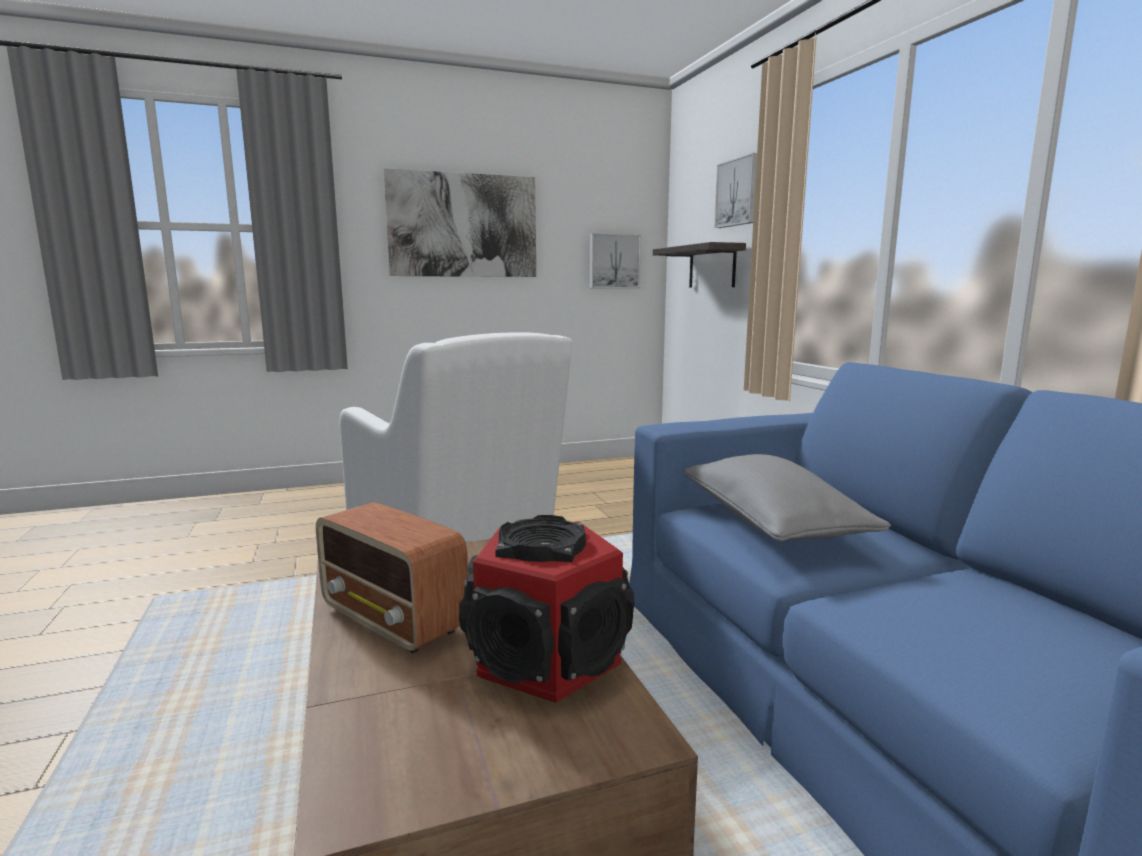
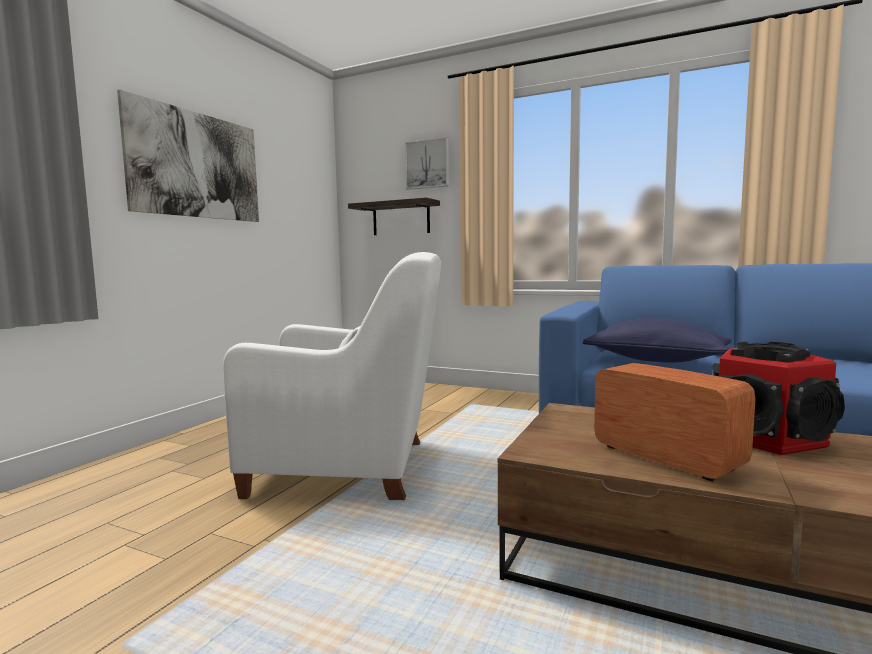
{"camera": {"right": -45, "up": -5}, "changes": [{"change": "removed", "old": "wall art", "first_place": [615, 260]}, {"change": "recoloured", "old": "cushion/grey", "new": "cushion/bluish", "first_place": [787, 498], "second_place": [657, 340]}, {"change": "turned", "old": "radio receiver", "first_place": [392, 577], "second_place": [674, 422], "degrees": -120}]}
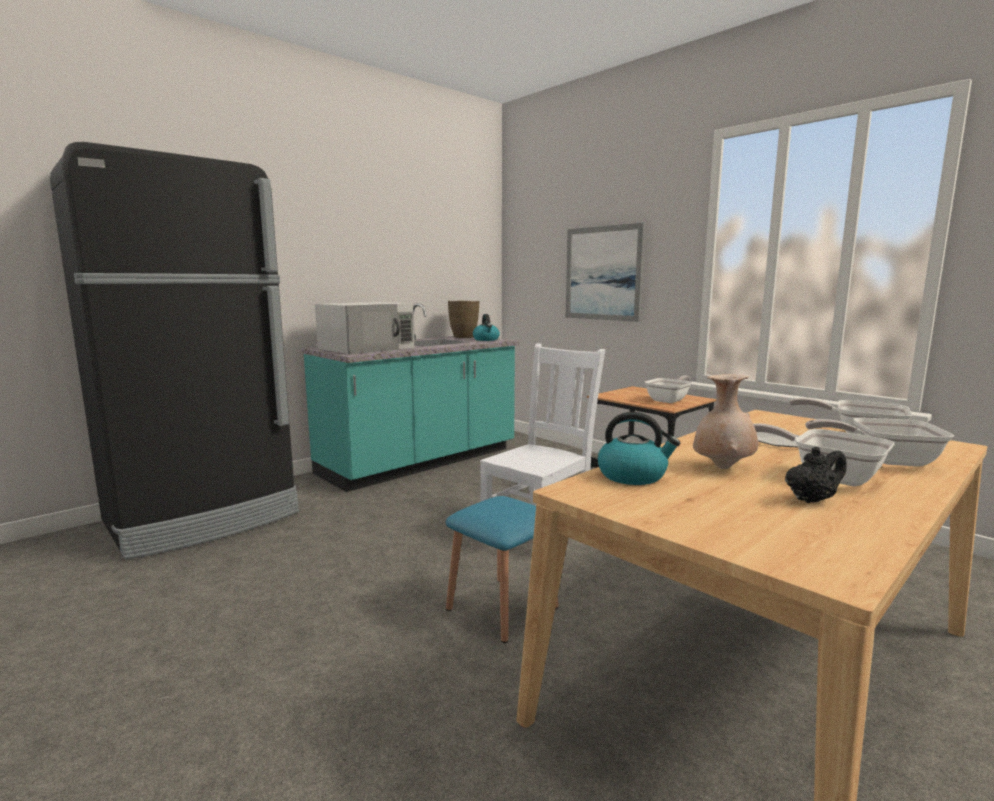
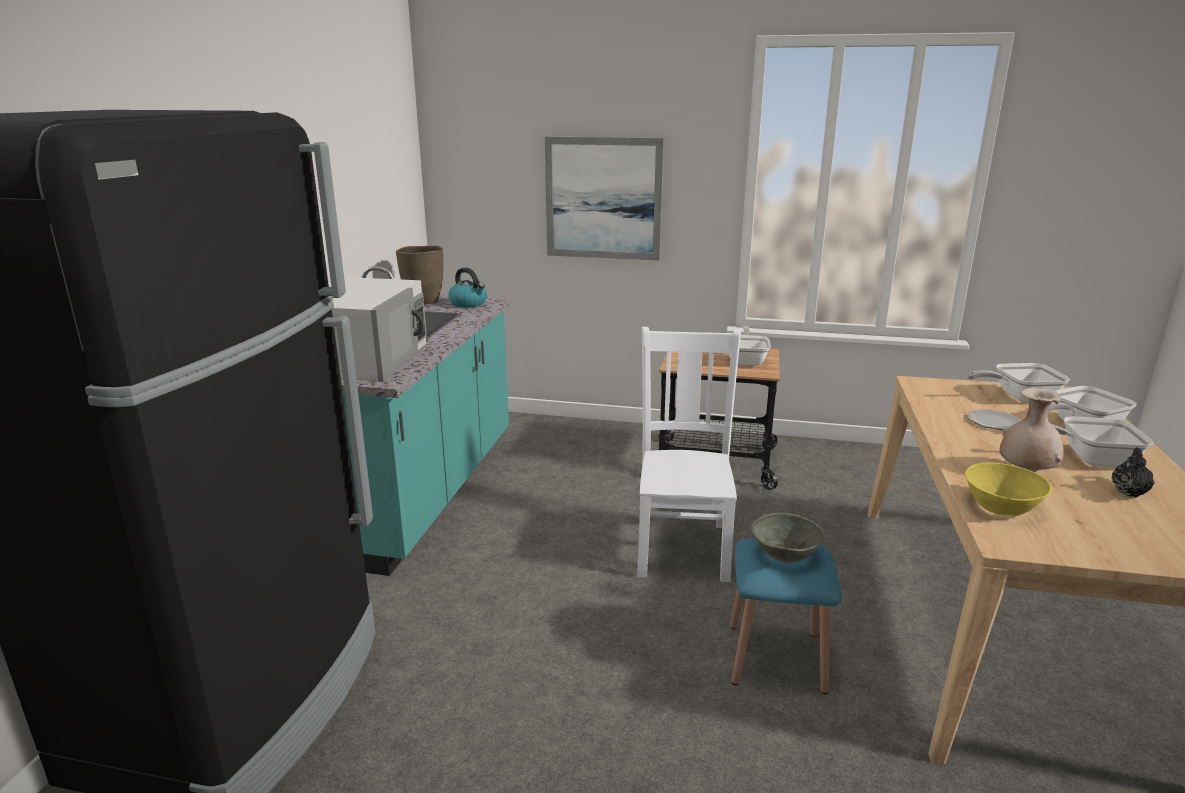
{"camera": {"right": -35, "up": 10}, "changes": [{"change": "added", "new": "bowl/grey", "second_place": [788, 538]}, {"change": "replaced", "old": "water kettle", "new": "bowl/yellowish", "first_place": [639, 448], "second_place": [1008, 489]}]}
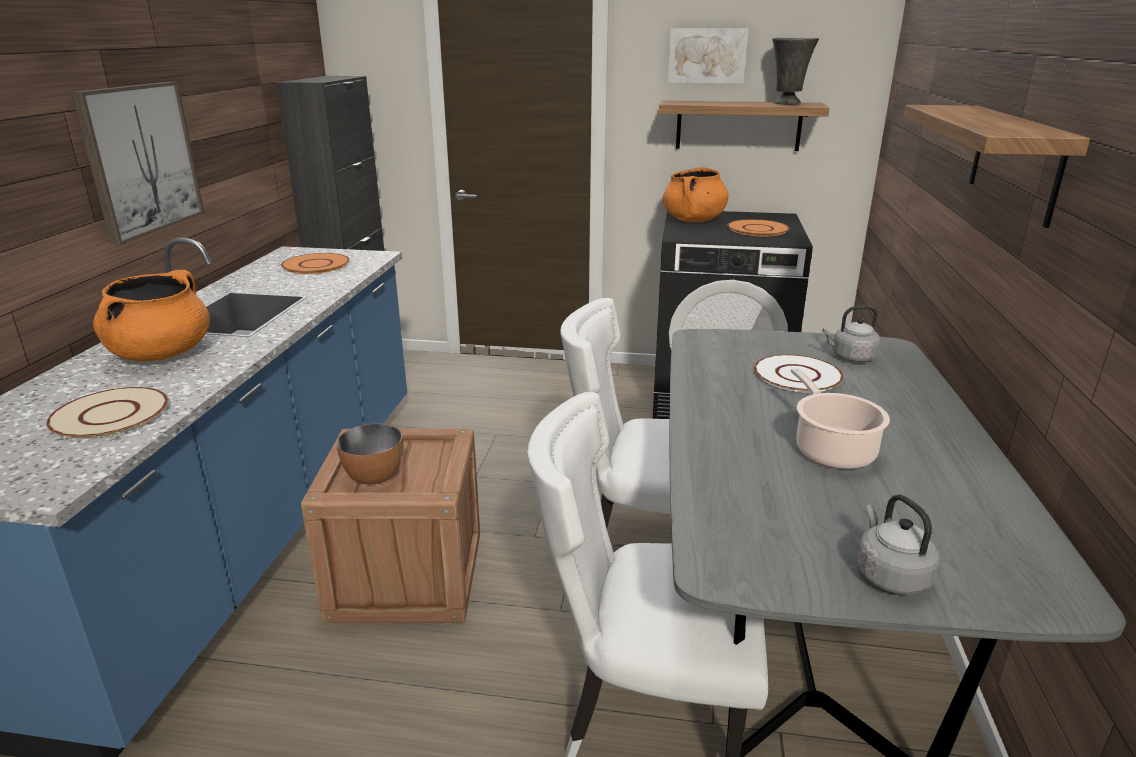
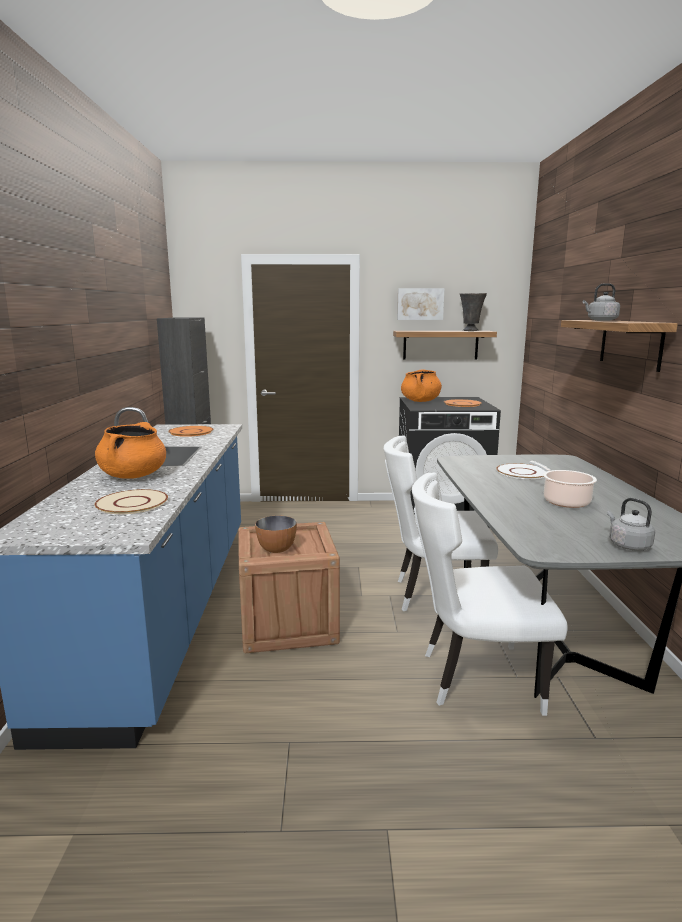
{"camera": {"right": -10, "up": -10}, "changes": [{"change": "removed", "old": "wall art", "first_place": [137, 163]}, {"change": "moved", "old": "water kettle/grey", "first_place": [851, 334], "second_place": [601, 302]}]}
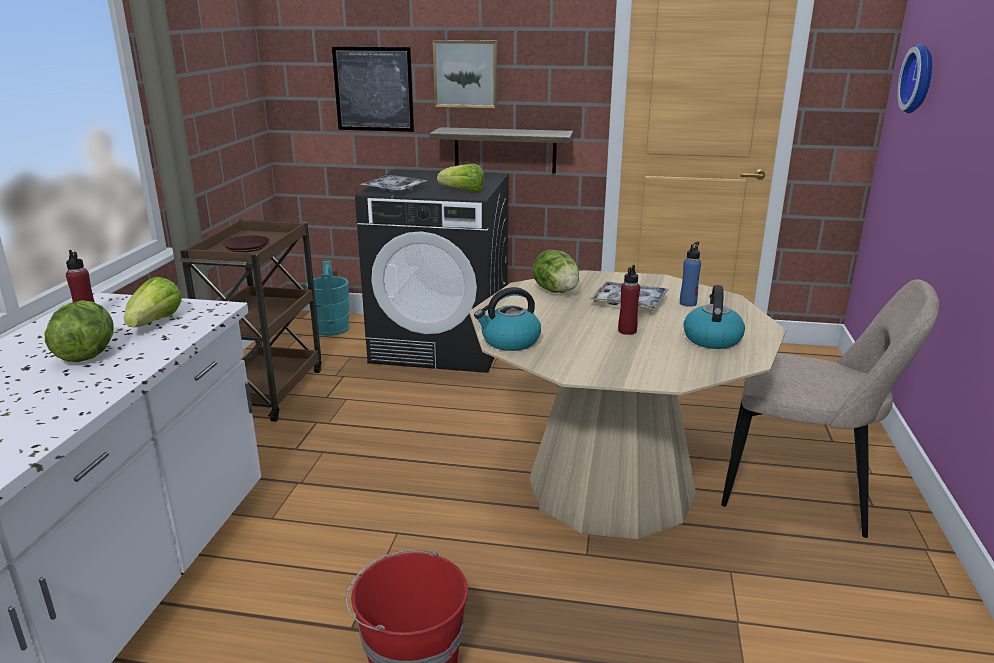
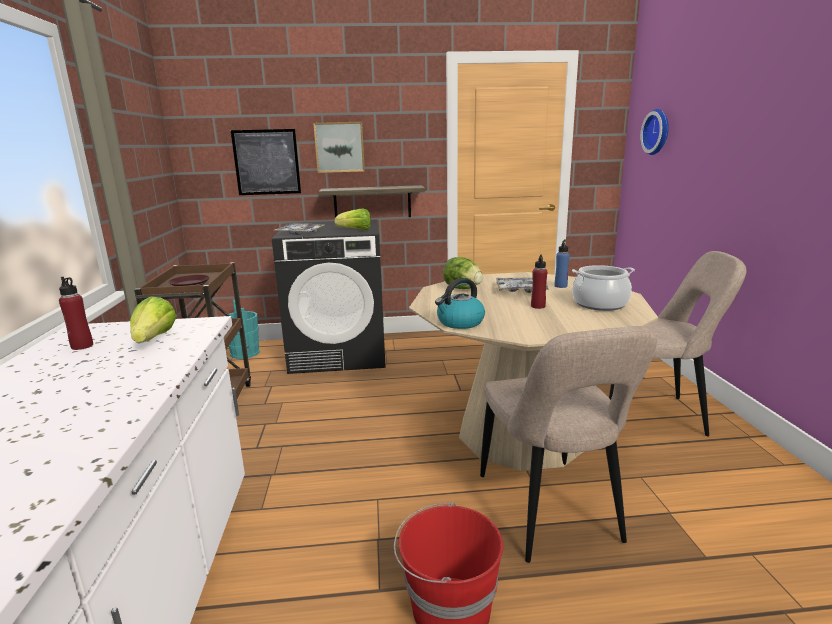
{"camera": {"right": -15, "up": -5}, "changes": [{"change": "removed", "old": "lettuce", "first_place": [79, 331]}, {"change": "added", "new": "upright chair/beige", "second_place": [568, 444]}, {"change": "replaced", "old": "water kettle", "new": "saucepot", "first_place": [714, 317], "second_place": [603, 288]}]}
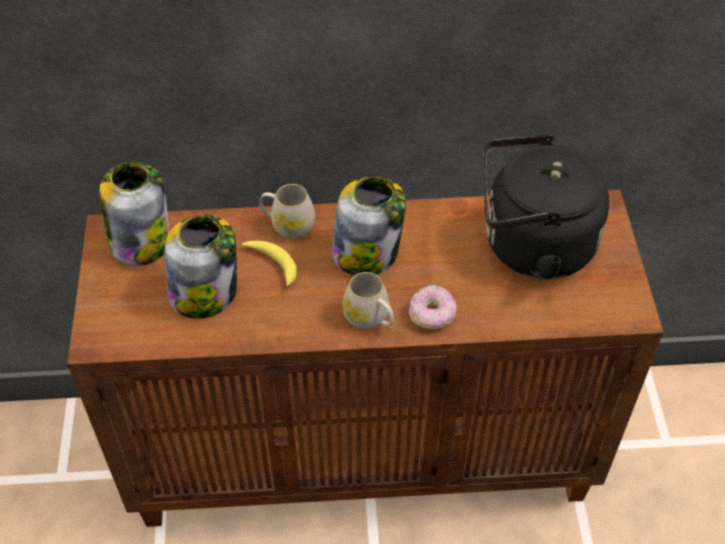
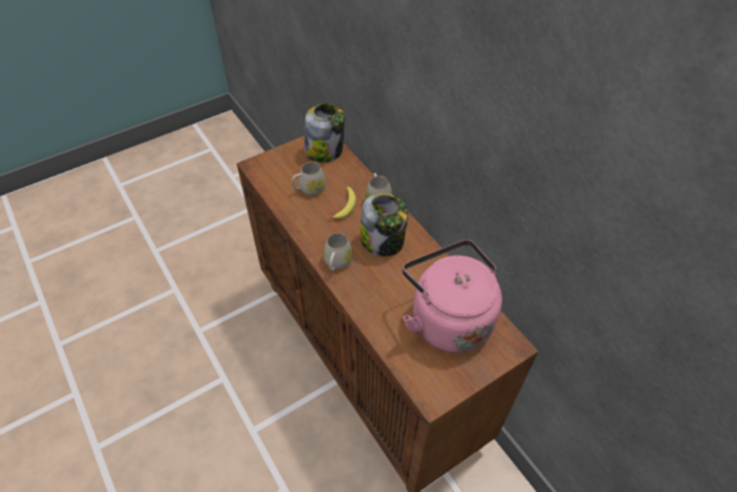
{"camera": {"right": 60, "up": 0}, "changes": [{"change": "removed", "old": "doughnut", "first_place": [433, 306]}, {"change": "replaced", "old": "jar", "new": "mug/whitish", "first_place": [200, 267], "second_place": [309, 178]}, {"change": "recoloured", "old": "water kettle/blackish", "new": "water kettle/pinkish", "first_place": [547, 207], "second_place": [452, 296]}]}
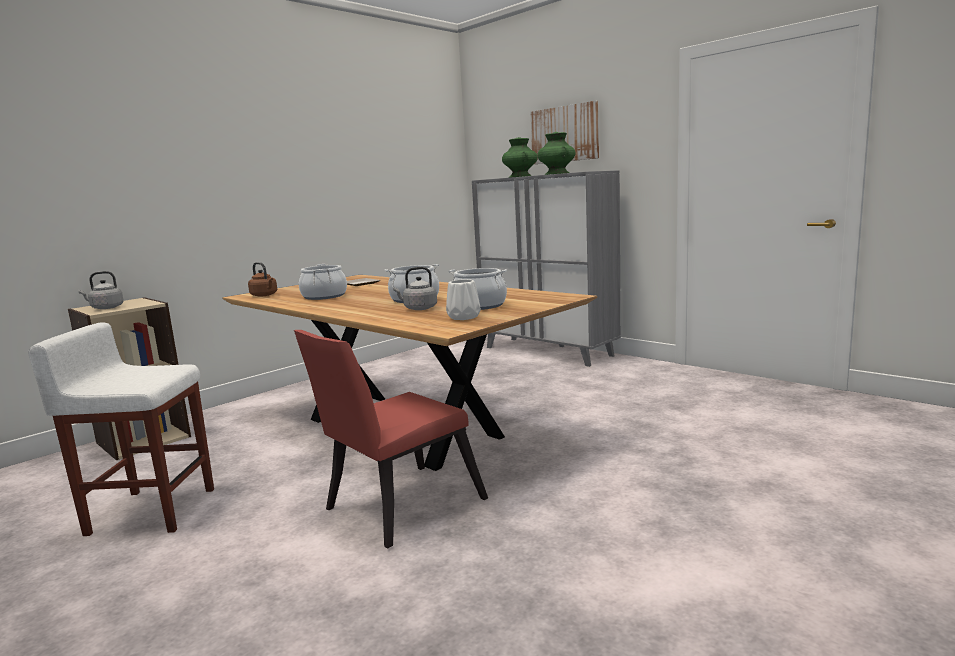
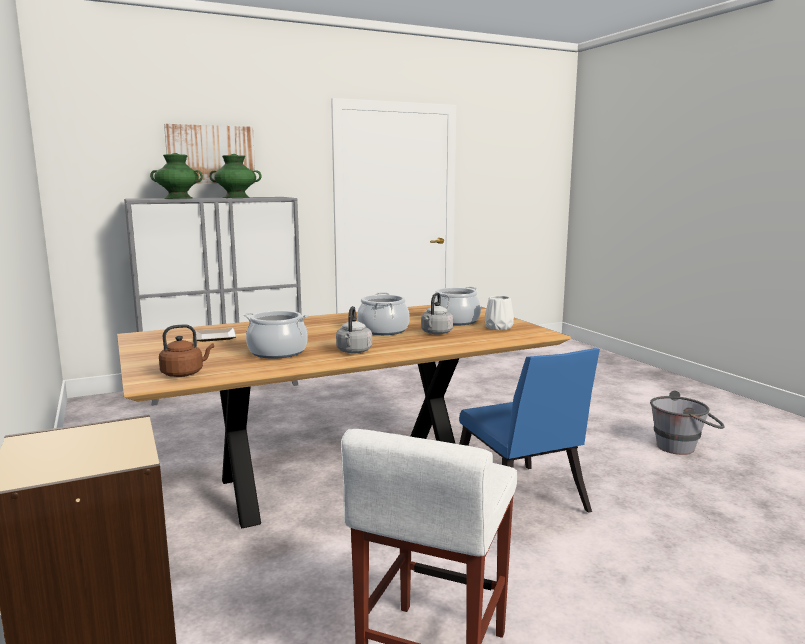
{"camera": {"right": -70, "up": 0}, "changes": [{"change": "added", "new": "pail/grey", "second_place": [687, 423]}, {"change": "moved", "old": "water kettle/grey", "first_place": [101, 290], "second_place": [354, 330]}, {"change": "recoloured", "old": "upright chair/red-coloured", "new": "upright chair/bluish", "first_place": [391, 439], "second_place": [529, 430]}]}
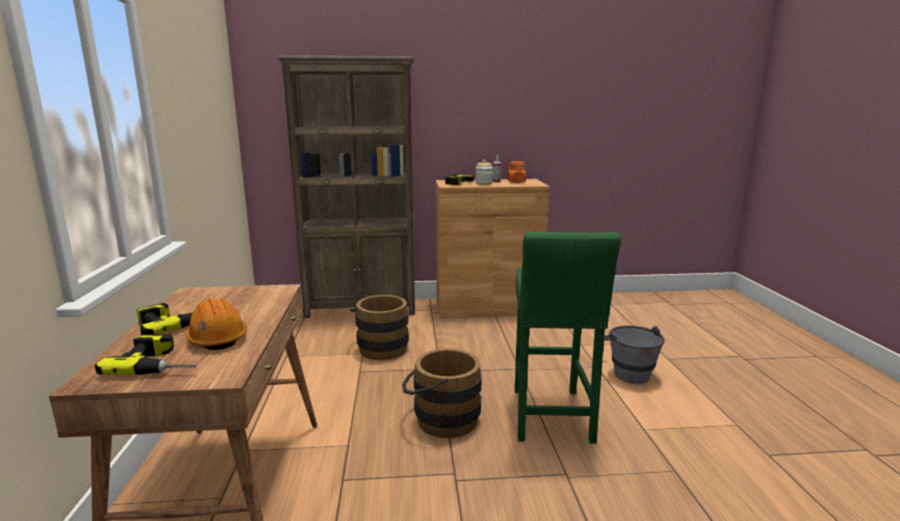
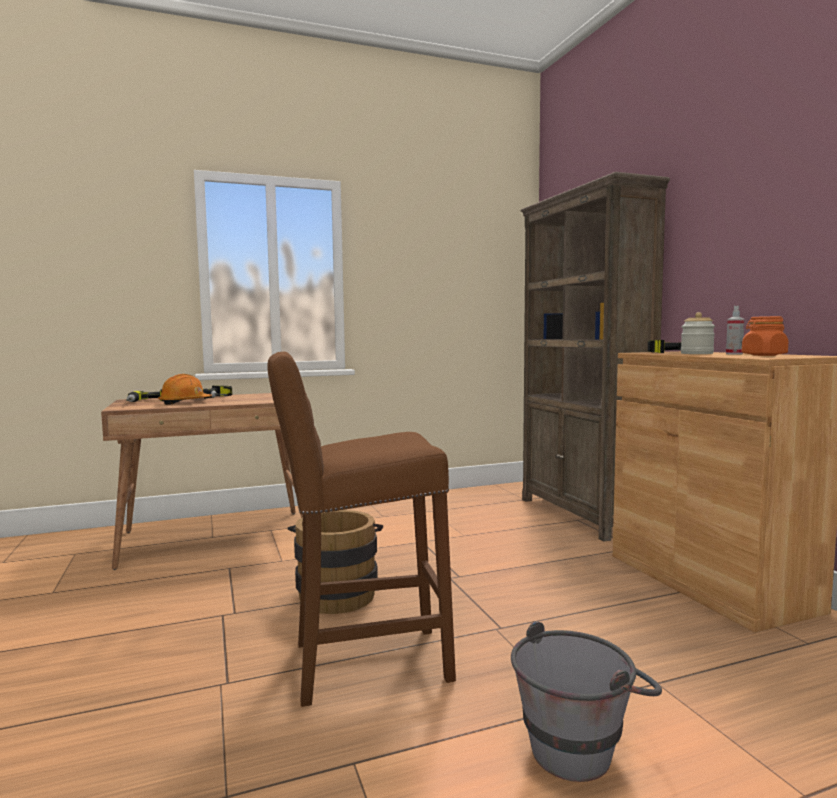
{"camera": {"right": 75, "up": -10}, "changes": [{"change": "removed", "old": "pail/brown-coloured", "first_place": [380, 327]}, {"change": "recoloured", "old": "sitting stool/green-coloured", "new": "sitting stool/brown-coloured", "first_place": [568, 337], "second_place": [361, 529]}]}
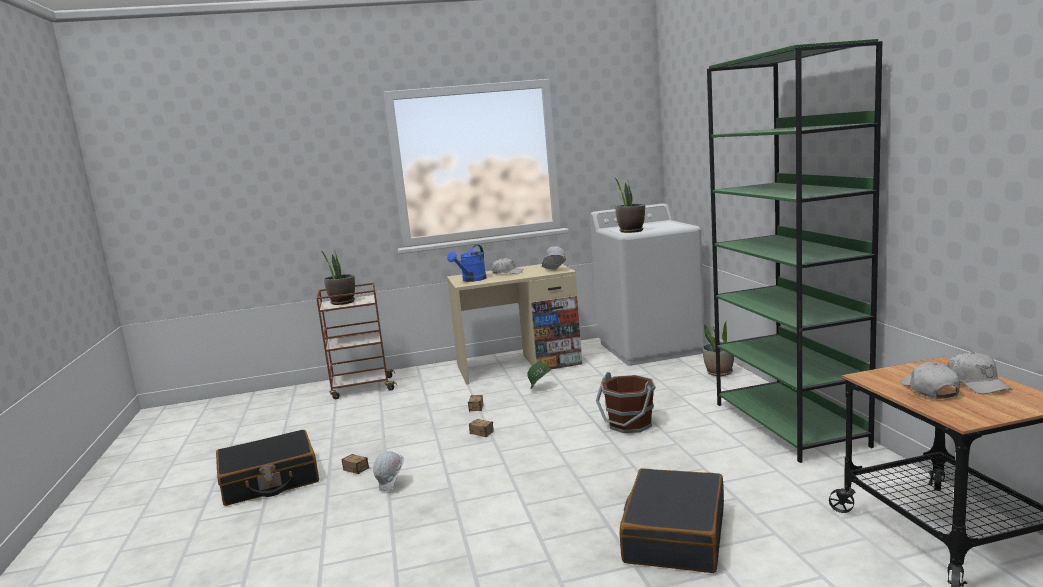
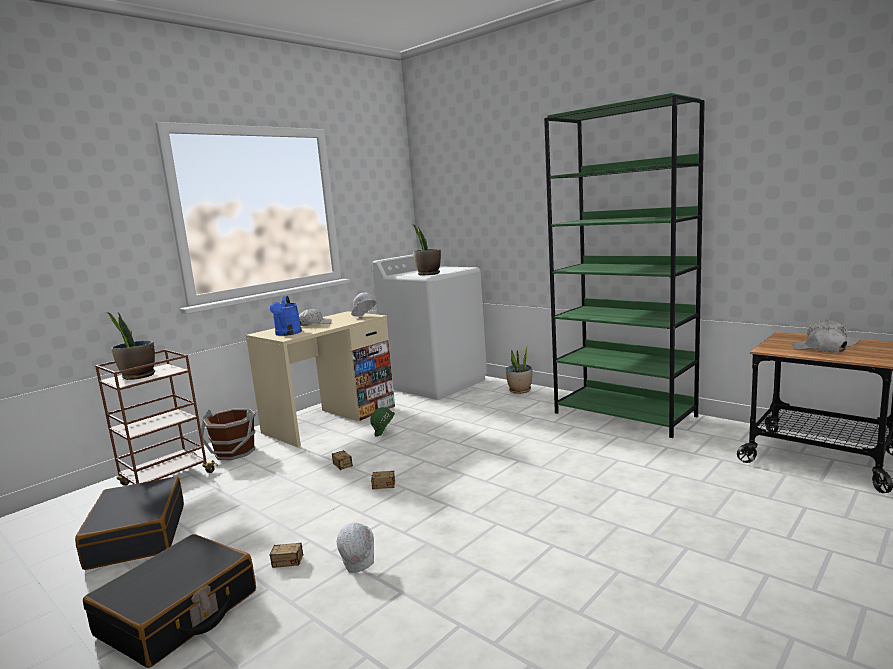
{"camera": {"right": -35, "up": 0}, "changes": [{"change": "moved", "old": "pail/brown-coloured", "first_place": [625, 402], "second_place": [228, 434]}, {"change": "moved", "old": "travel case/blackish", "first_place": [672, 520], "second_place": [129, 523]}]}
